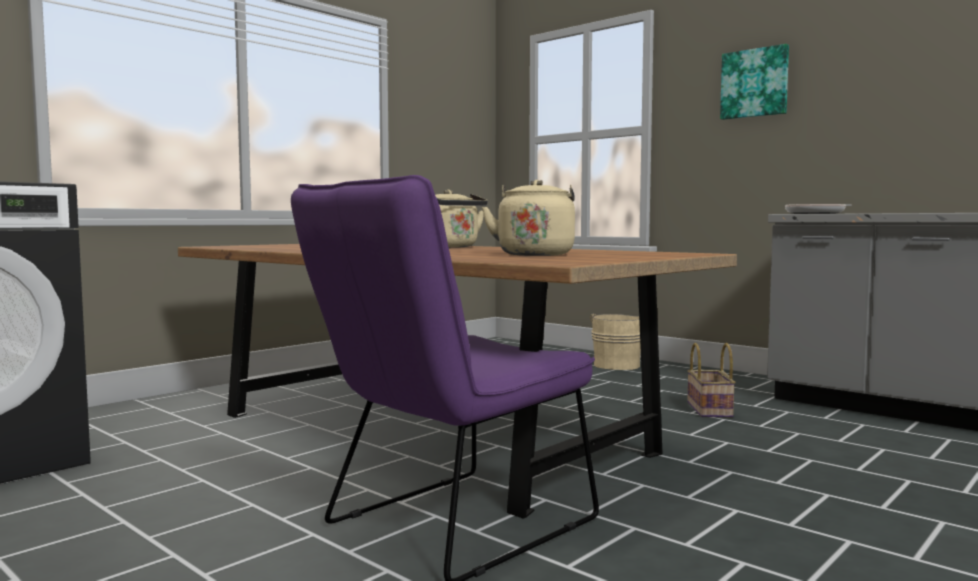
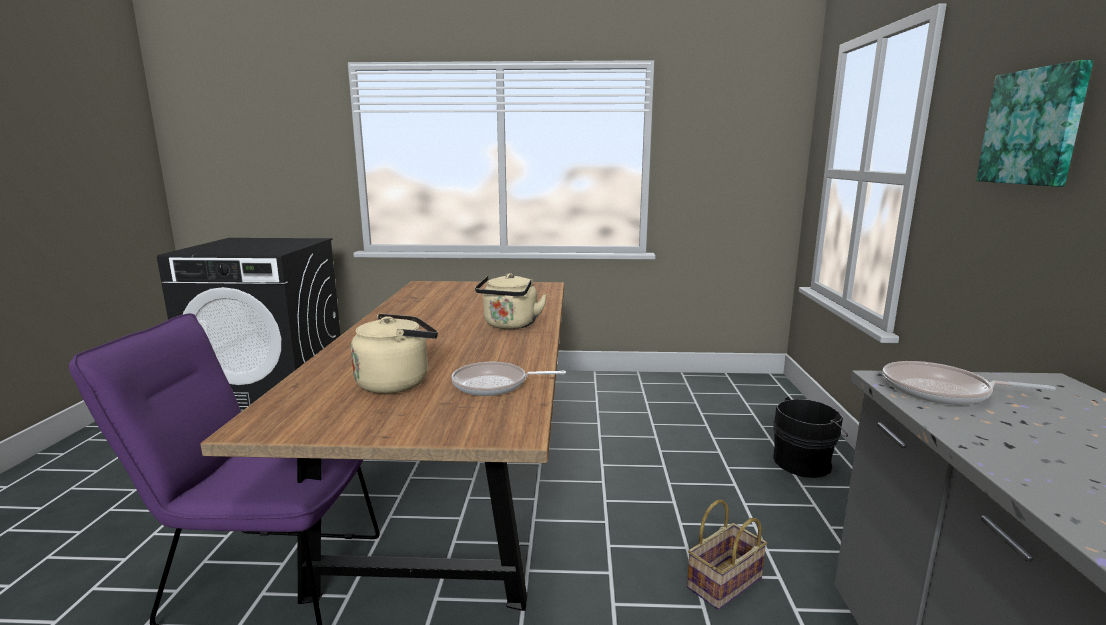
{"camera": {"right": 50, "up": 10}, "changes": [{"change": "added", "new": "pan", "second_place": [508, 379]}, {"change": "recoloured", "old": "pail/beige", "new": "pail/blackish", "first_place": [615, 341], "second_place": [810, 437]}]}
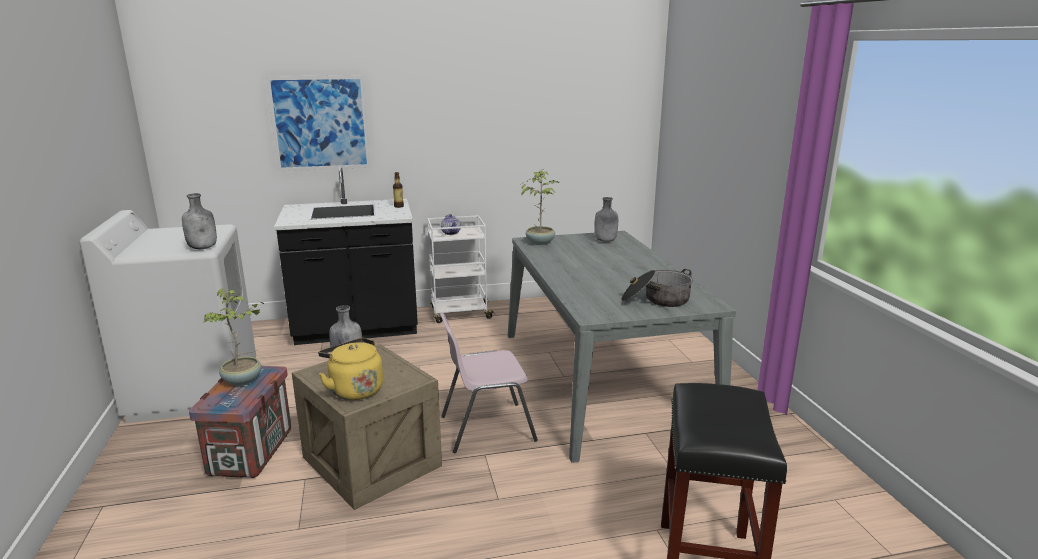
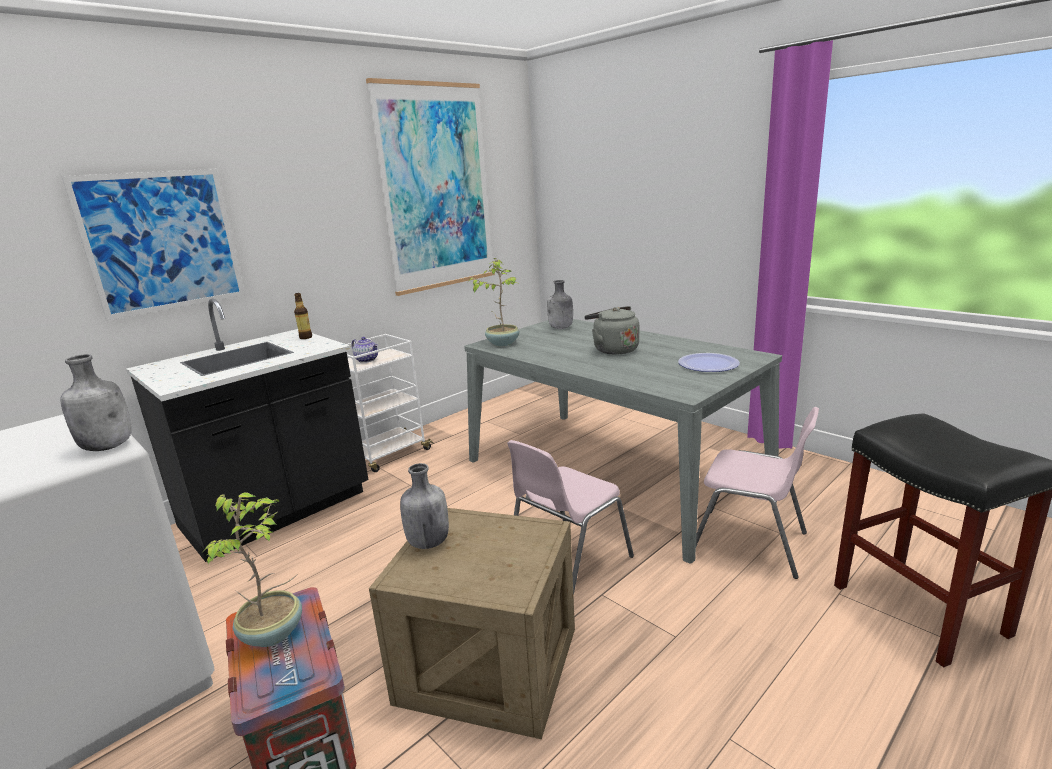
{"camera": {"right": -30, "up": 0}, "changes": [{"change": "removed", "old": "water kettle/yellowish", "first_place": [350, 369]}, {"change": "added", "new": "wall art", "second_place": [430, 187]}, {"change": "added", "new": "water kettle/grey", "second_place": [611, 330]}, {"change": "added", "new": "upright chair/pinkish", "second_place": [757, 493]}, {"change": "replaced", "old": "saucepot", "new": "flat dish", "first_place": [657, 288], "second_place": [709, 362]}]}
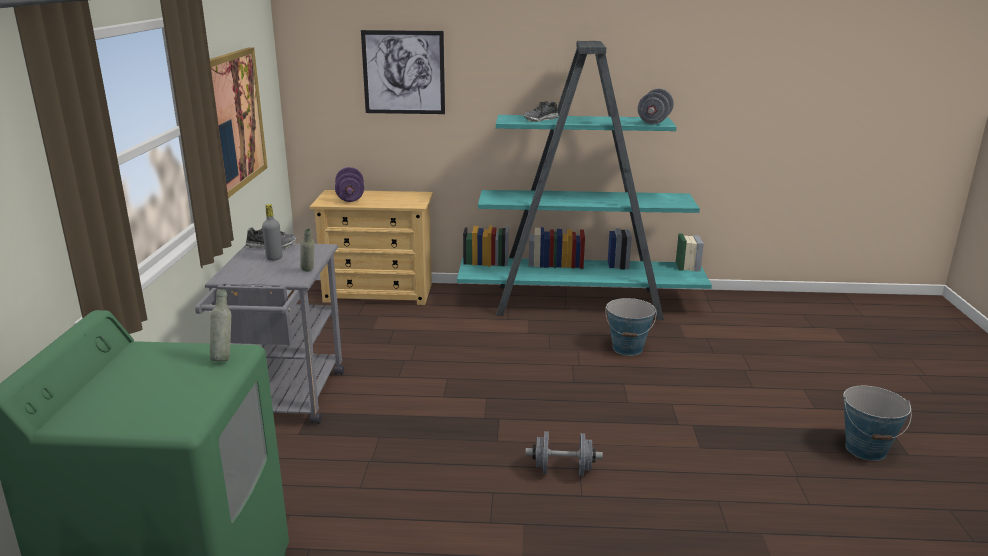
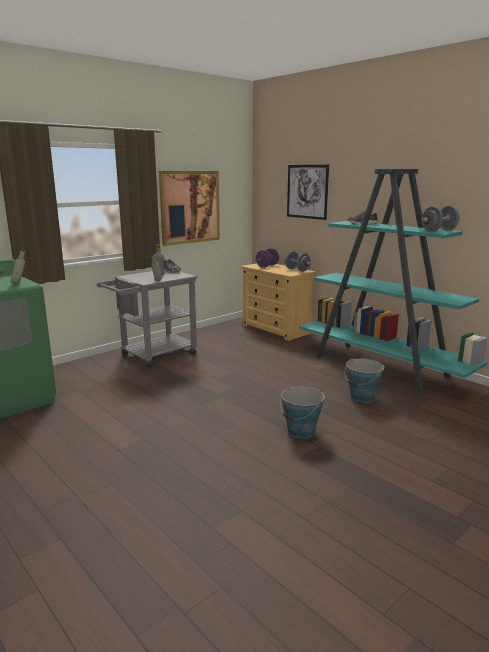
{"camera": {"right": 45, "up": -5}, "changes": [{"change": "moved", "old": "dumbbell/grey", "first_place": [564, 453], "second_place": [298, 261]}, {"change": "moved", "old": "pail", "first_place": [877, 423], "second_place": [302, 413]}]}
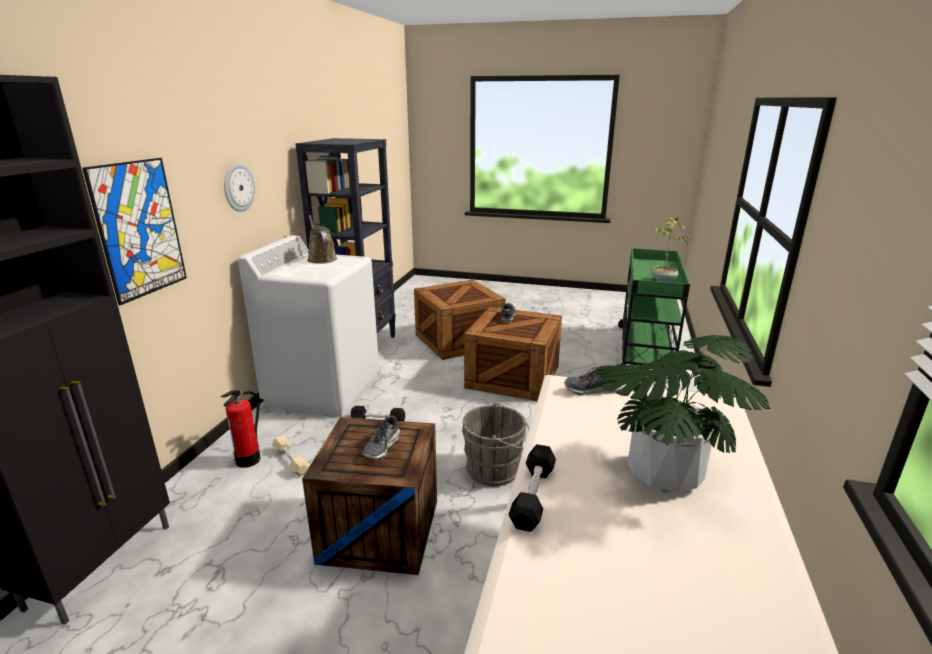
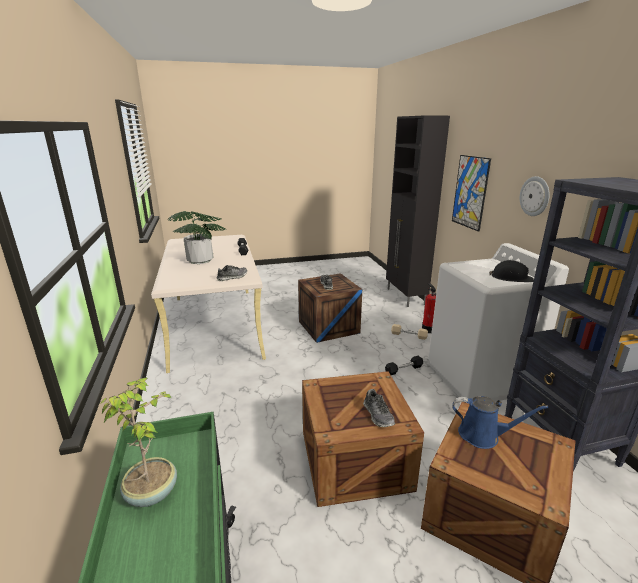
{"camera": {"right": 150, "up": 0}, "changes": [{"change": "removed", "old": "pail/grey", "first_place": [496, 444]}, {"change": "added", "new": "watering can/bluish", "second_place": [500, 422]}, {"change": "replaced", "old": "watering can/brown-coloured", "new": "work helmet/blackish", "first_place": [322, 239], "second_place": [511, 271]}]}
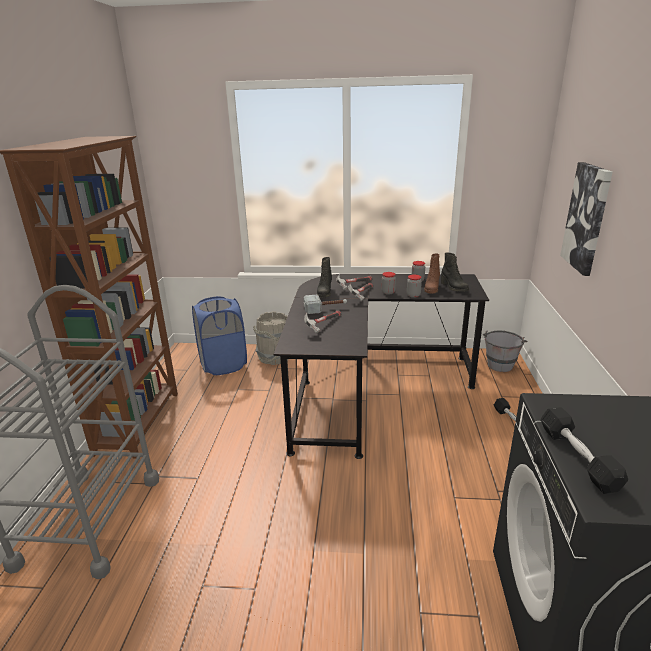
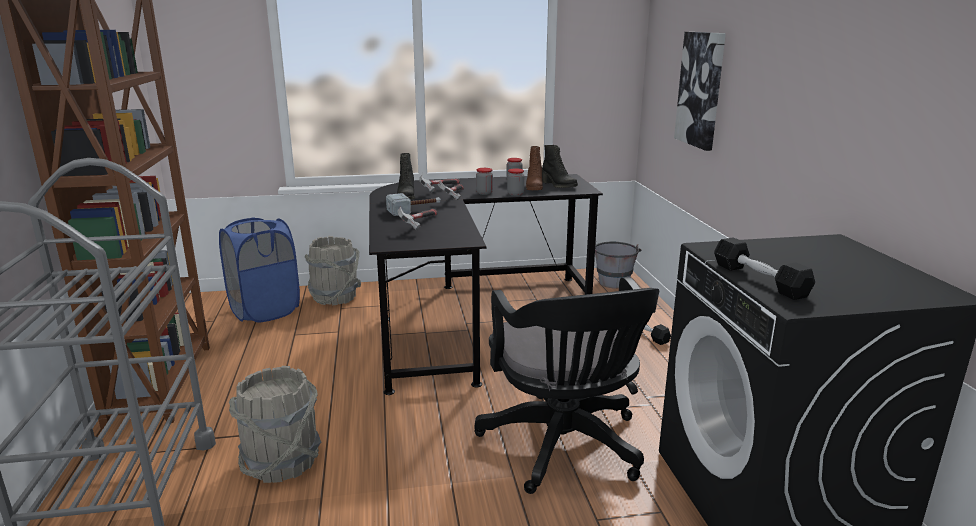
{"camera": {"right": -15, "up": -5}, "changes": [{"change": "added", "new": "pail/grey", "second_place": [275, 424]}, {"change": "added", "new": "computer chair/blackish", "second_place": [566, 385]}]}
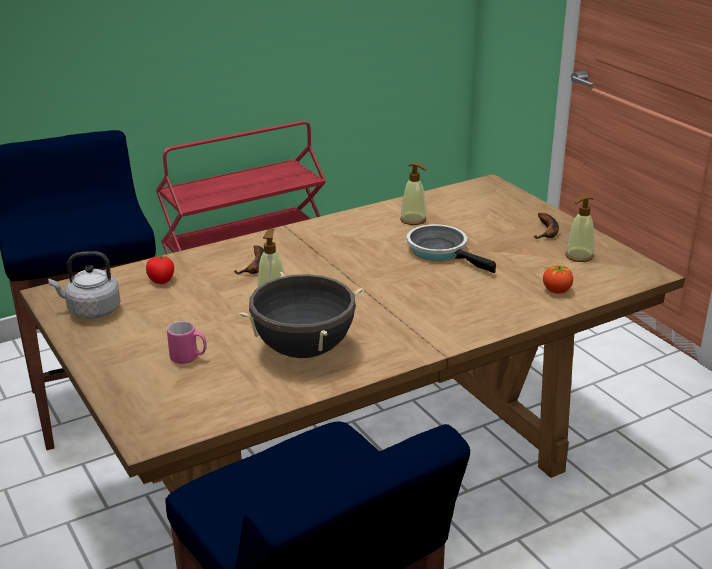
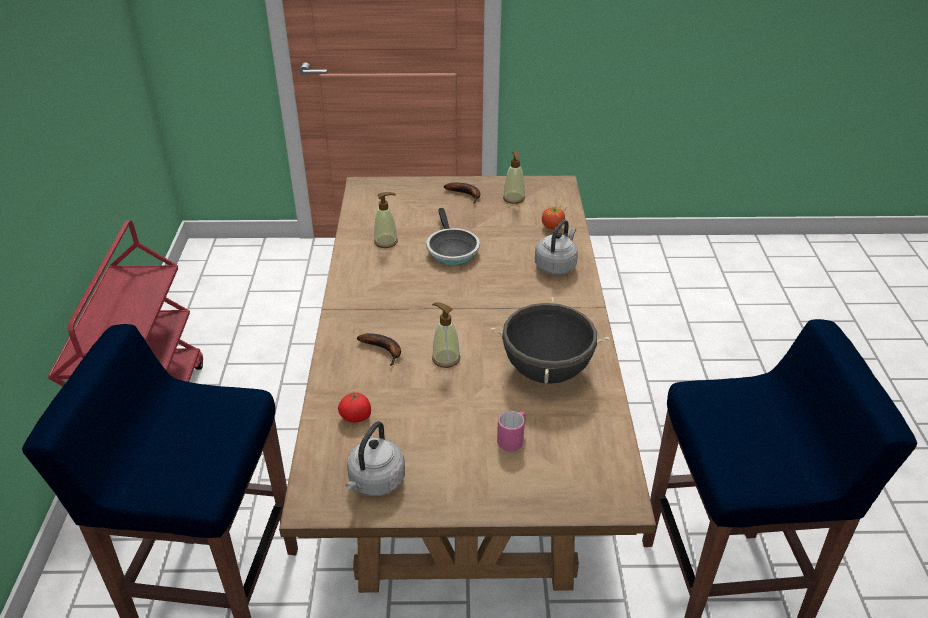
{"camera": {"right": -60, "up": 10}, "changes": [{"change": "added", "new": "water kettle/grey", "second_place": [556, 247]}, {"change": "turned", "old": "pan", "first_place": [451, 248], "second_place": [453, 236], "degrees": -90}]}
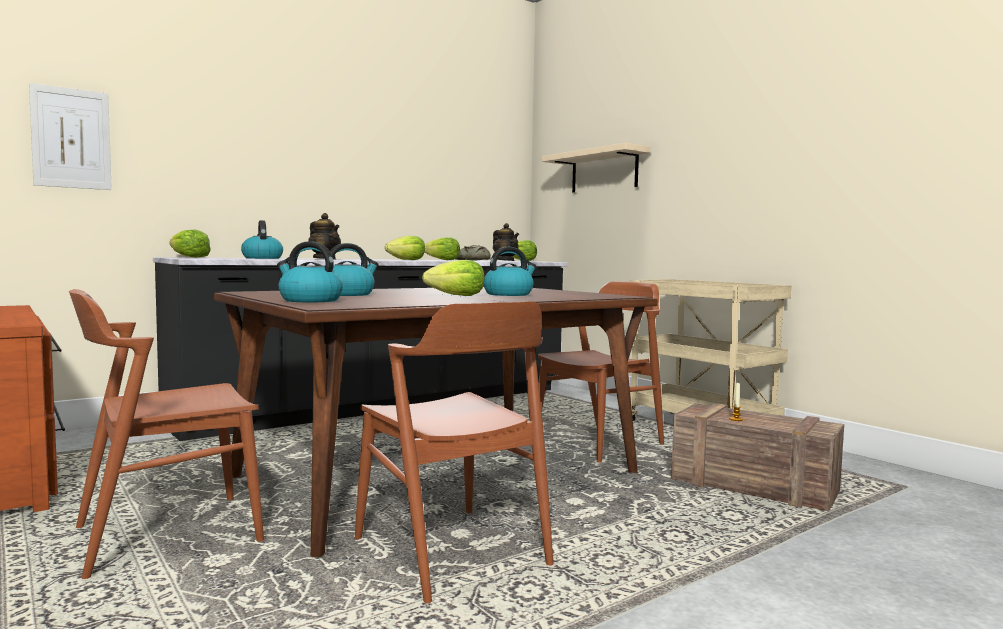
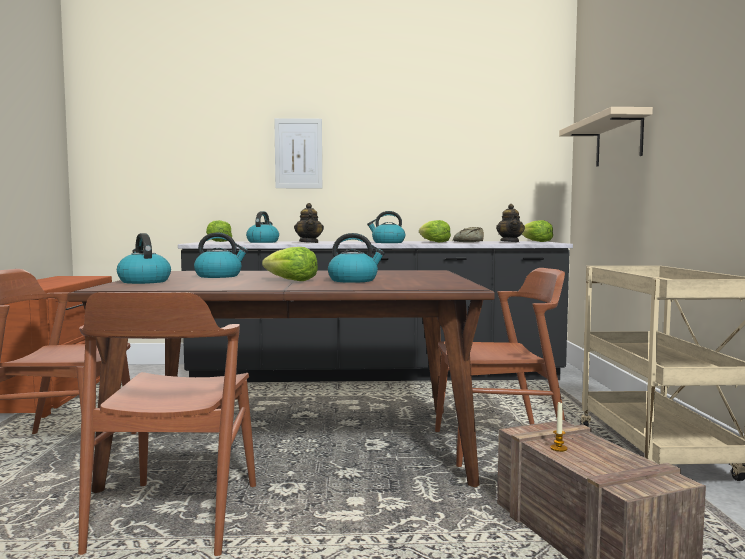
{"camera": {"right": 35, "up": 0}, "changes": [{"change": "moved", "old": "wall art", "first_place": [70, 136], "second_place": [298, 153]}, {"change": "replaced", "old": "lettuce", "new": "water kettle", "first_place": [405, 248], "second_place": [386, 227]}]}
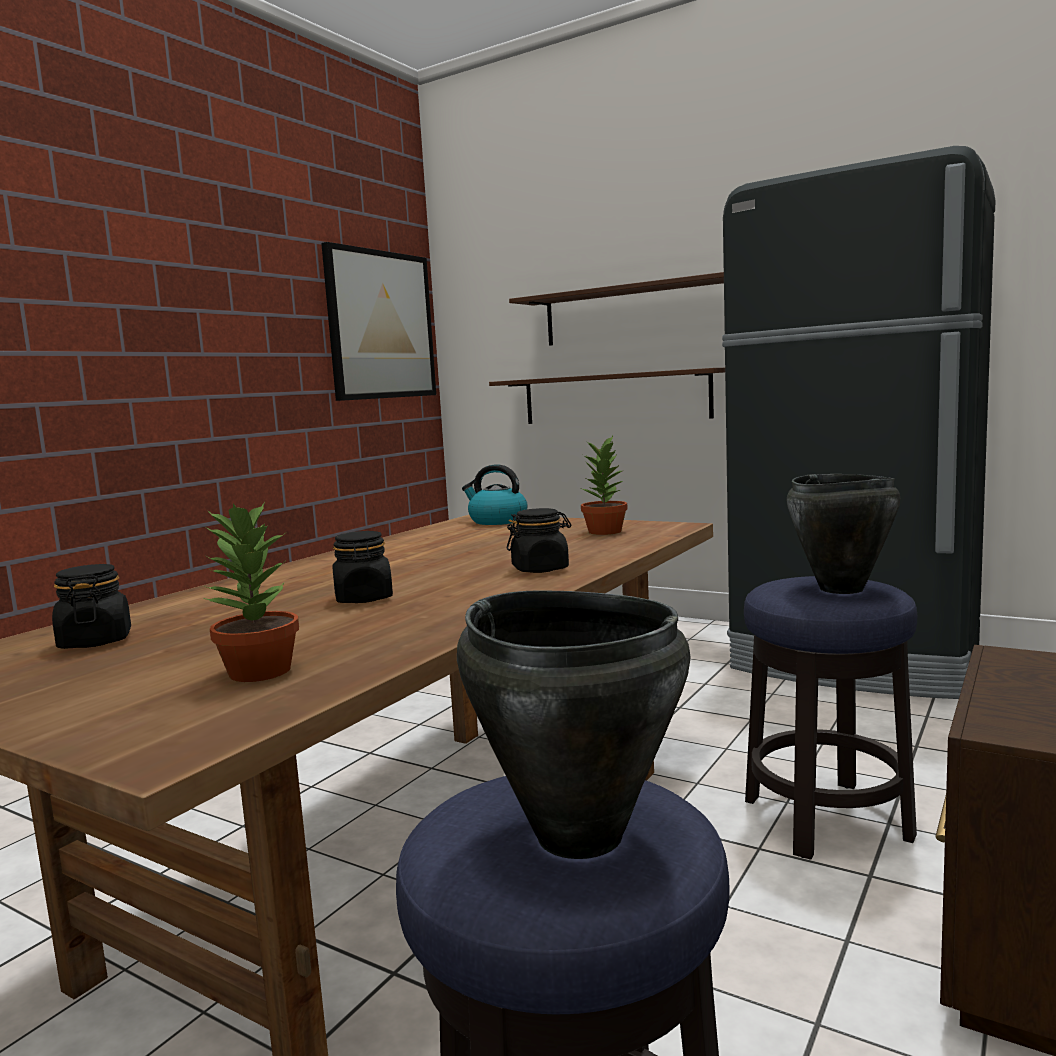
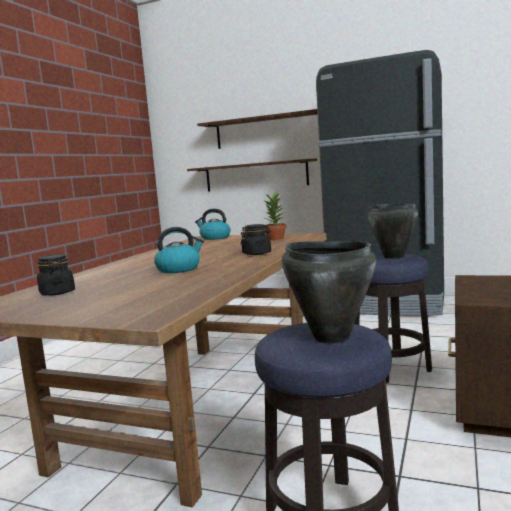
{"camera": {"right": -10, "up": 0}, "changes": [{"change": "removed", "old": "houseplant", "first_place": [251, 592]}, {"change": "removed", "old": "wall art", "first_place": [378, 321]}, {"change": "replaced", "old": "jar/blackish", "new": "water kettle", "first_place": [362, 567], "second_place": [179, 250]}]}
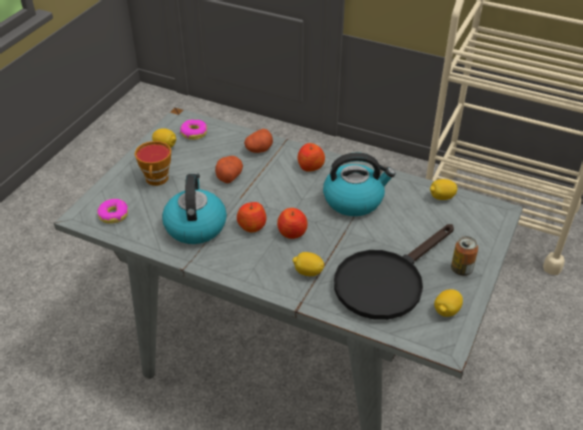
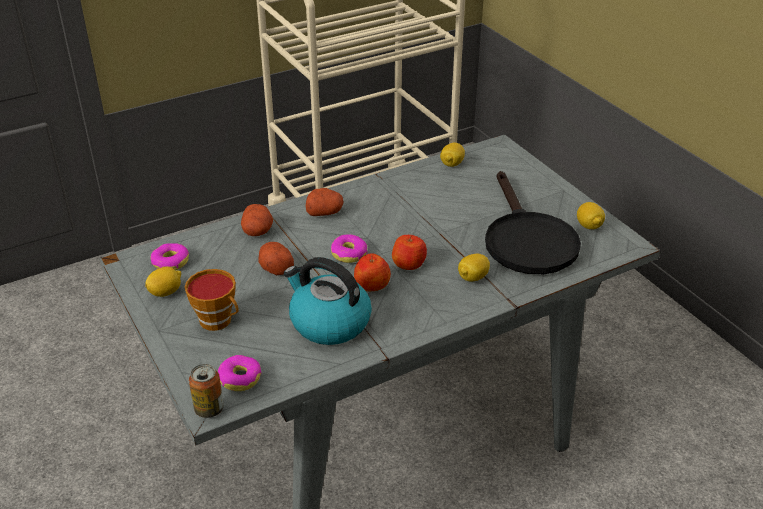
{"camera": {"right": -55, "up": -5}, "changes": [{"change": "removed", "old": "water kettle", "first_place": [359, 184]}, {"change": "added", "new": "doughnut", "second_place": [349, 248]}, {"change": "moved", "old": "sealed can", "first_place": [464, 256], "second_place": [206, 391]}, {"change": "replaced", "old": "apple fruit", "new": "potato", "first_place": [311, 157], "second_place": [324, 202]}]}
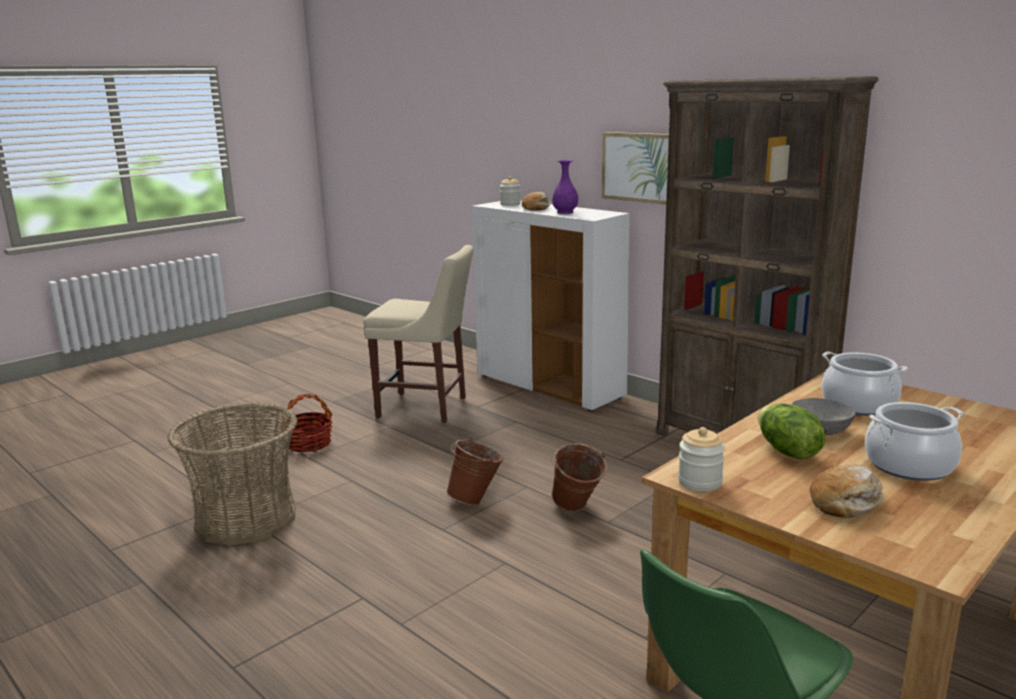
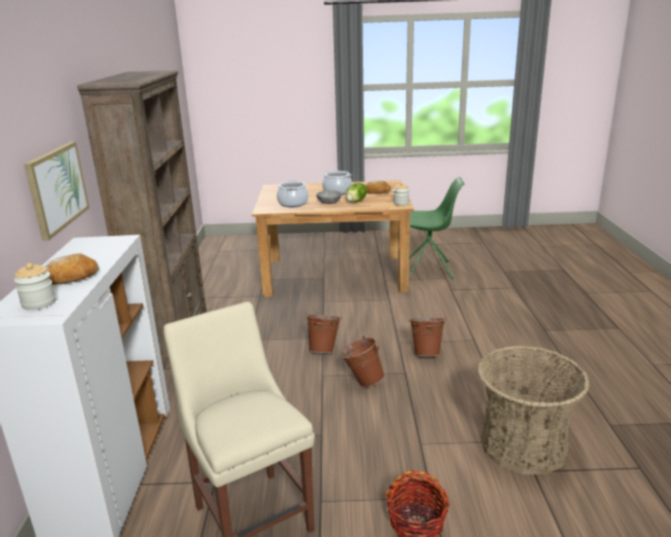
{"camera": {"right": -135, "up": 5}, "changes": [{"change": "removed", "old": "flower vase/purplish", "first_place": [565, 187]}, {"change": "added", "new": "pail/brown-coloured", "second_place": [427, 336]}]}
